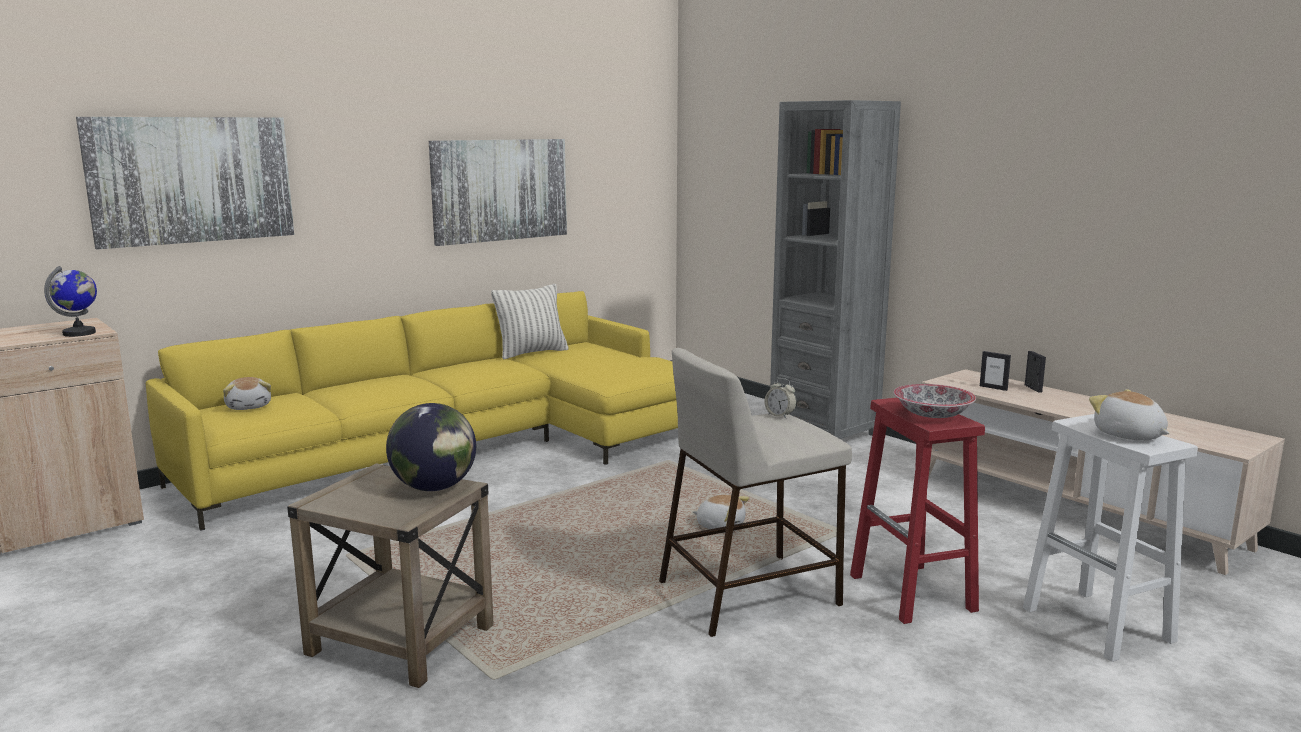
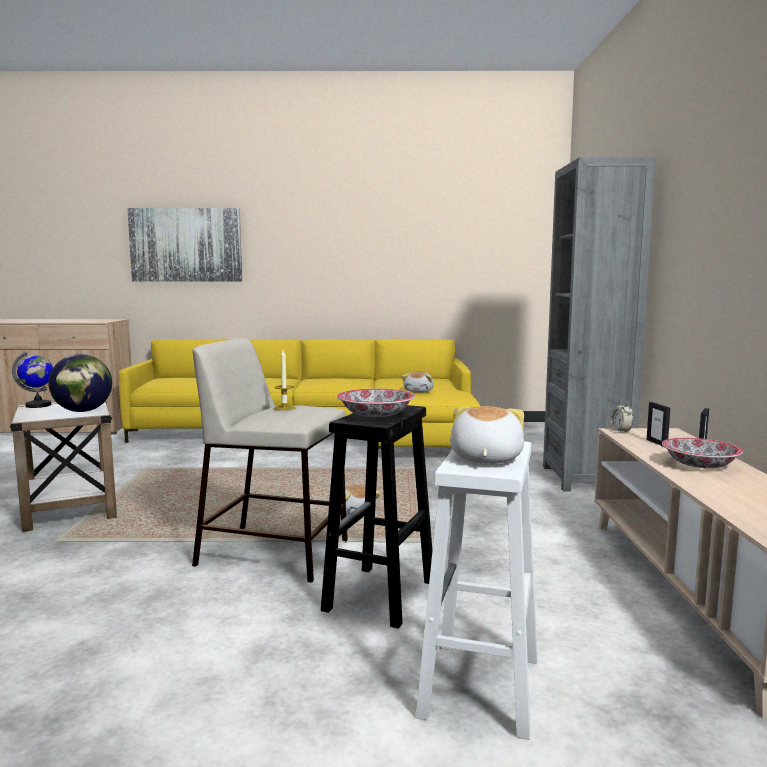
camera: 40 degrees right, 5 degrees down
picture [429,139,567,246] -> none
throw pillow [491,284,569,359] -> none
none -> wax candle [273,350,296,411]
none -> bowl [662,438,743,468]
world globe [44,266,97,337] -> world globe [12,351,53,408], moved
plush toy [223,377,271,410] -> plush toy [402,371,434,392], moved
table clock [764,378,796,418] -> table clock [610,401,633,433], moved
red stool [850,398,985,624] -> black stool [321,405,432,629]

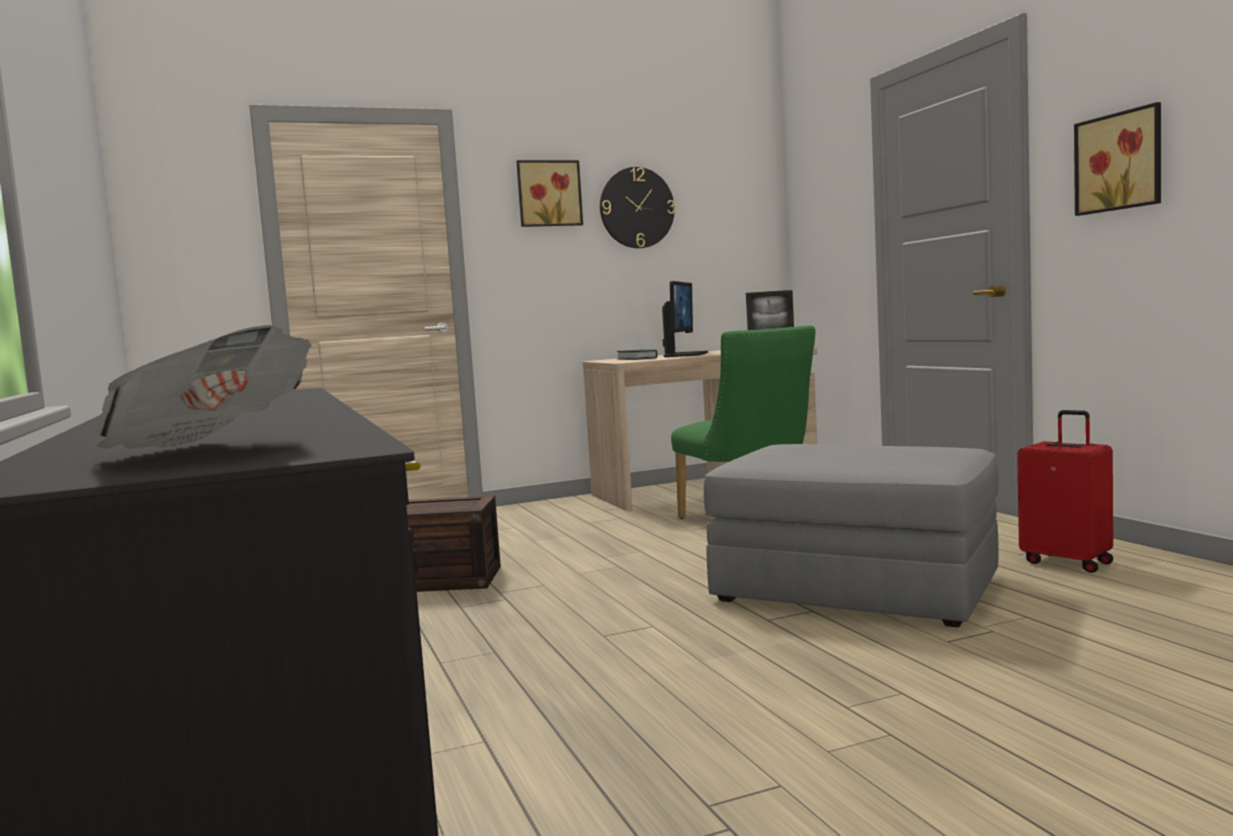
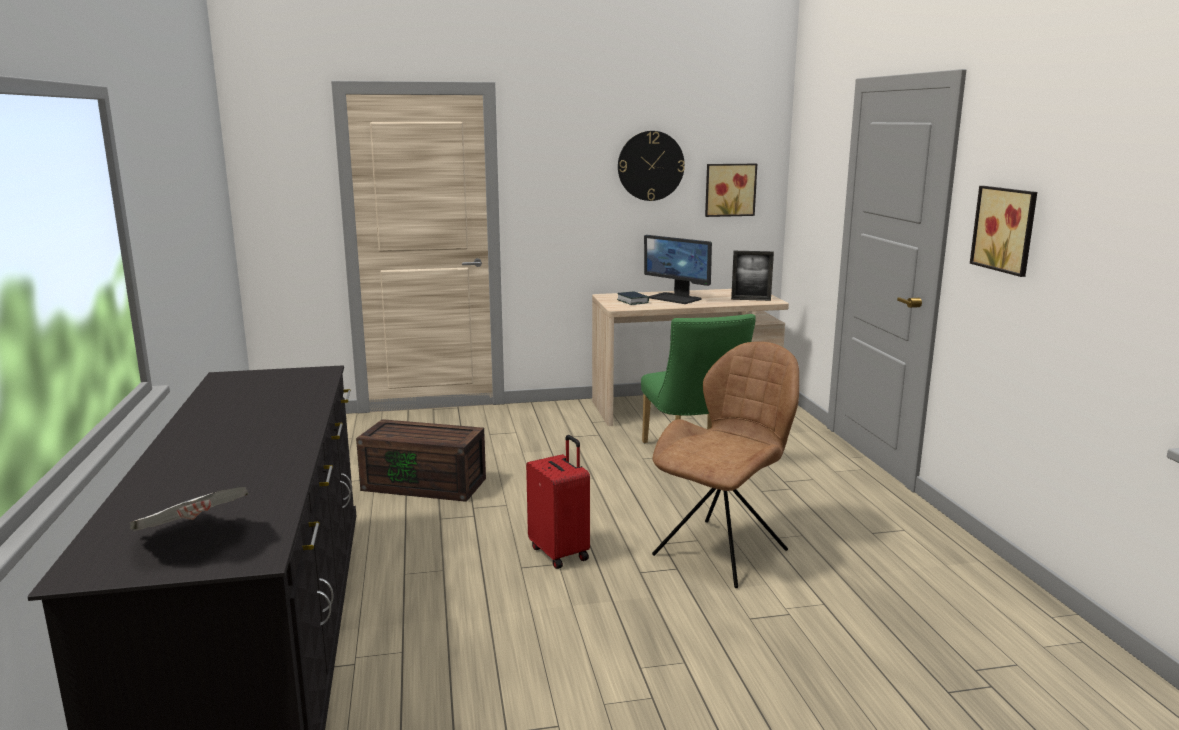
camera: 10 degrees right, 10 degrees up
picture [516,160,583,227] -> picture [705,164,757,217], moved
red piece of luggage [1017,410,1113,573] -> red piece of luggage [526,435,590,569], moved
greyish footrest [703,444,999,627] -> brown plain chair [652,342,799,588]
computer display [662,281,708,357] -> computer display [644,235,712,304], 105 degrees clockwise

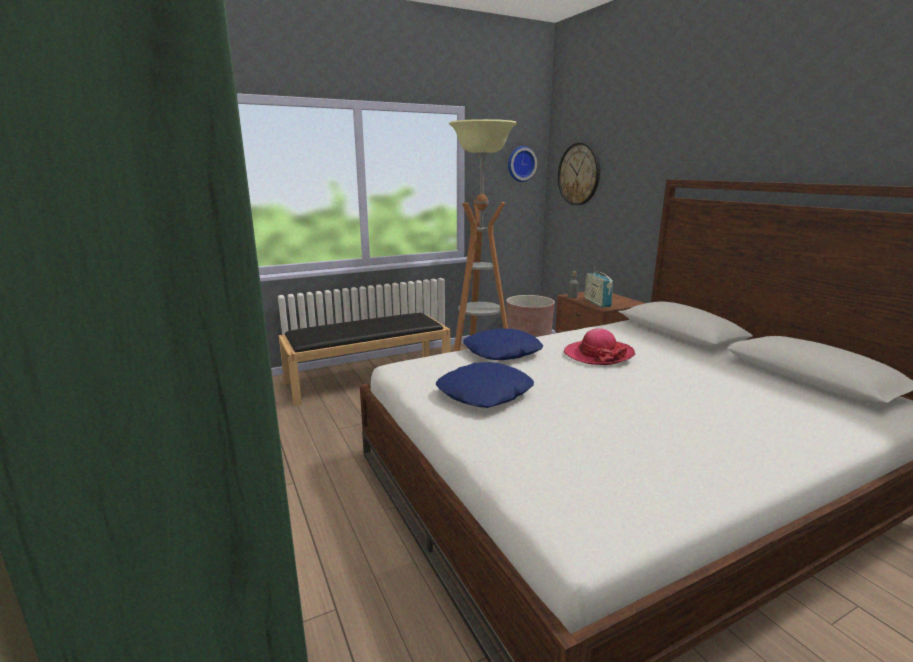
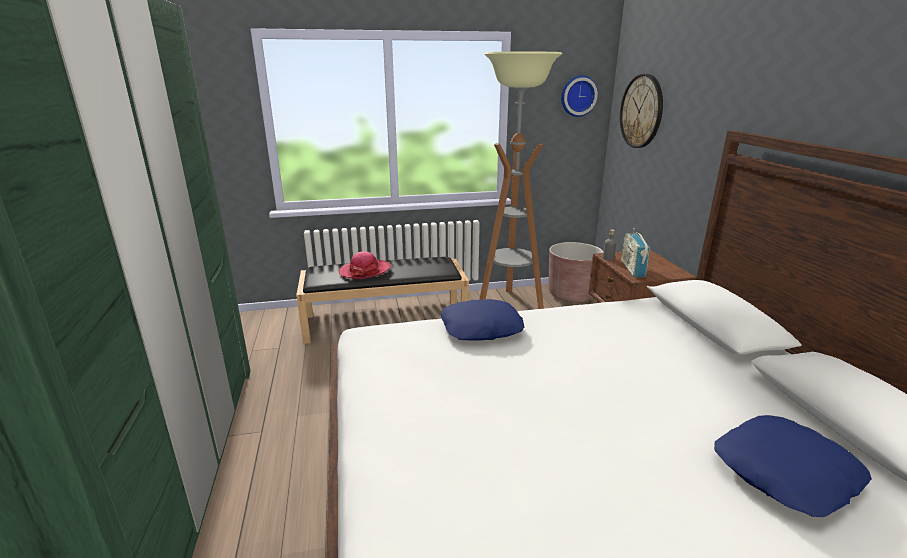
camera: 15 degrees right, 5 degrees up
blue-coloured throw pillow [436,362,534,408] -> blue-coloured throw pillow [714,415,872,517], moved
wearable hat [564,328,635,365] -> wearable hat [339,251,391,279], moved

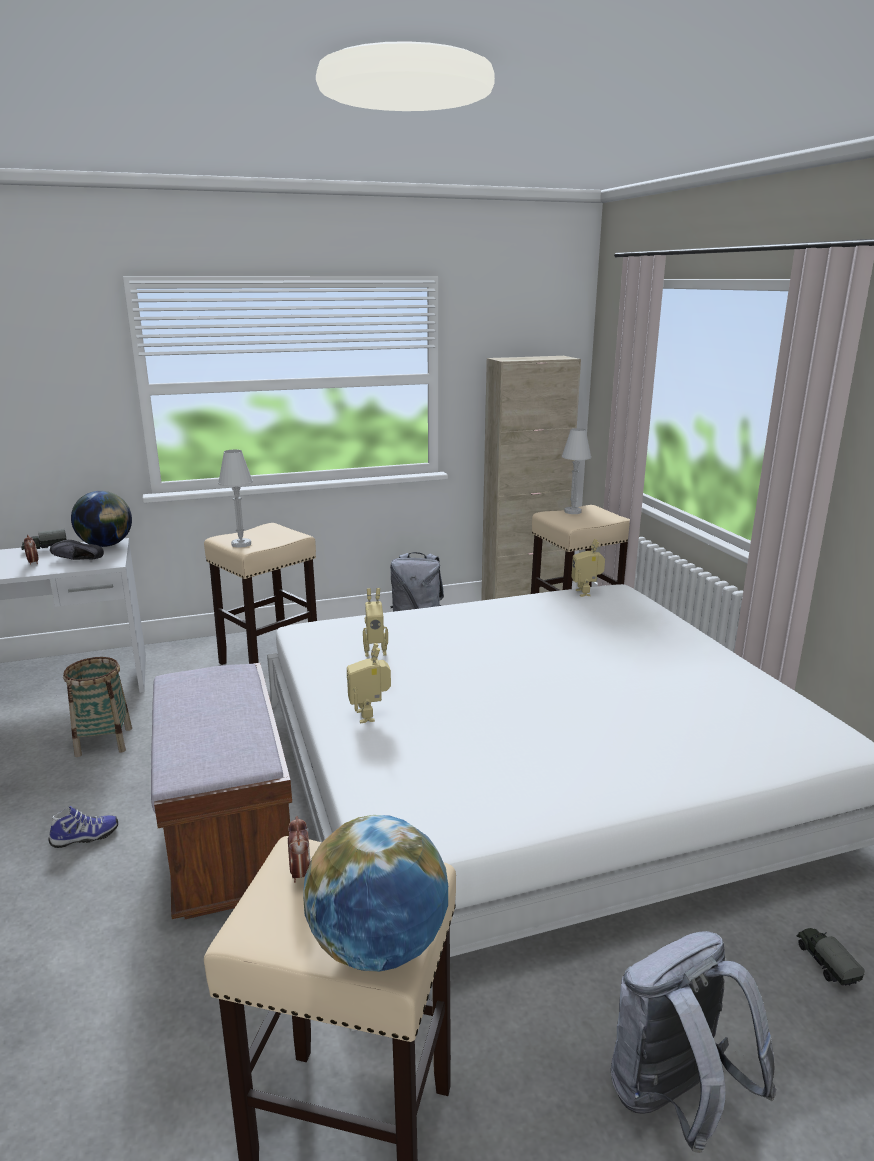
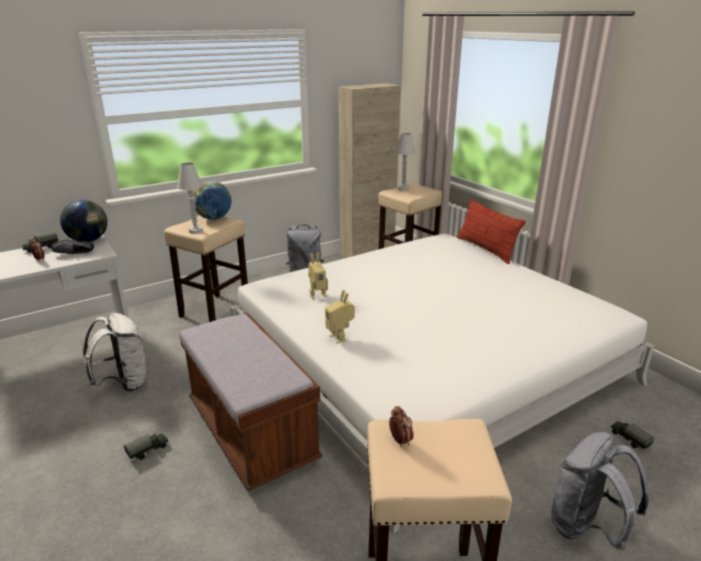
camera: 15 degrees left, 5 degrees up
model robot [571,539,605,597] -> none
none -> throw pillow [457,199,526,264]
world globe [303,815,448,972] -> world globe [193,181,232,220], moved
low shoe [48,806,118,848] -> toy lorry [124,433,168,460]
basket [63,657,132,757] -> white backpack [83,313,147,392]

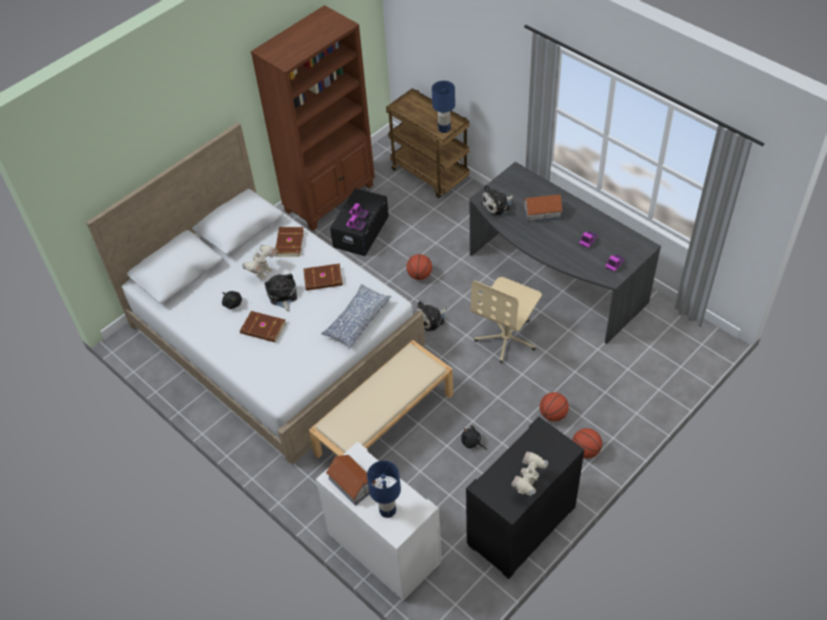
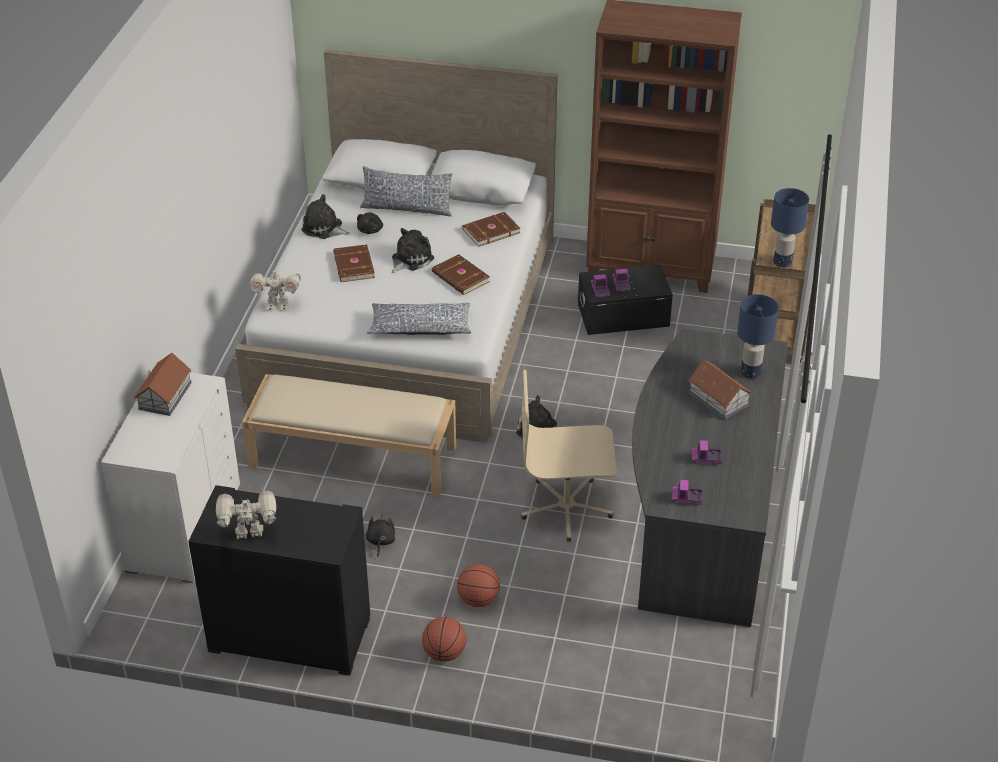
camera: 55 degrees right, 10 degrees down
ball for basketball [407,254,432,280] -> none
none -> throw pillow [360,166,453,216]
model robot [242,245,277,280] -> model robot [250,267,301,311], moved
blue-coloured tabletop lamp [367,461,401,518] -> blue-coloured tabletop lamp [737,294,779,378], moved
plush toy [481,185,513,216] -> plush toy [301,194,350,239], moved

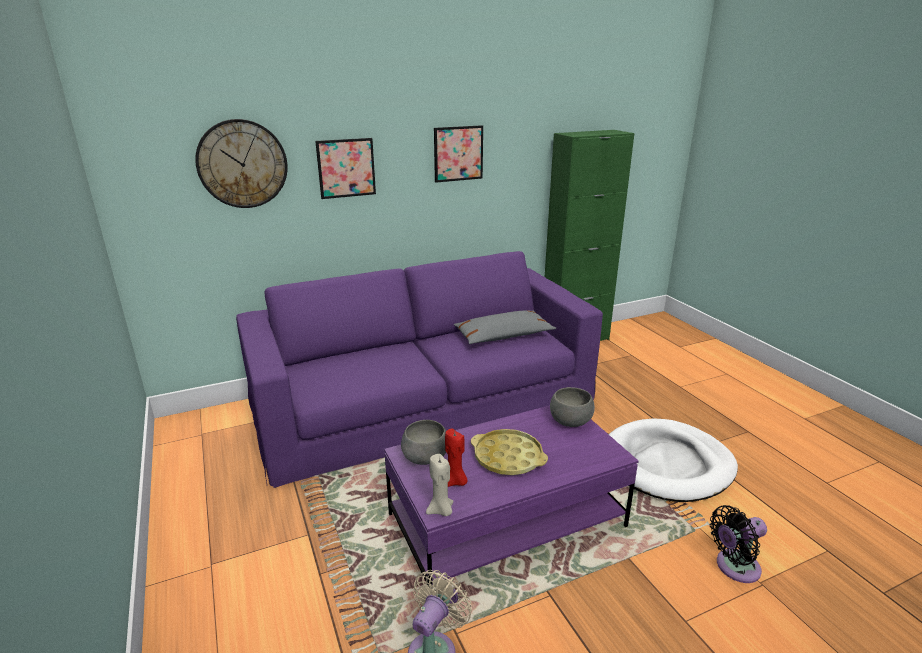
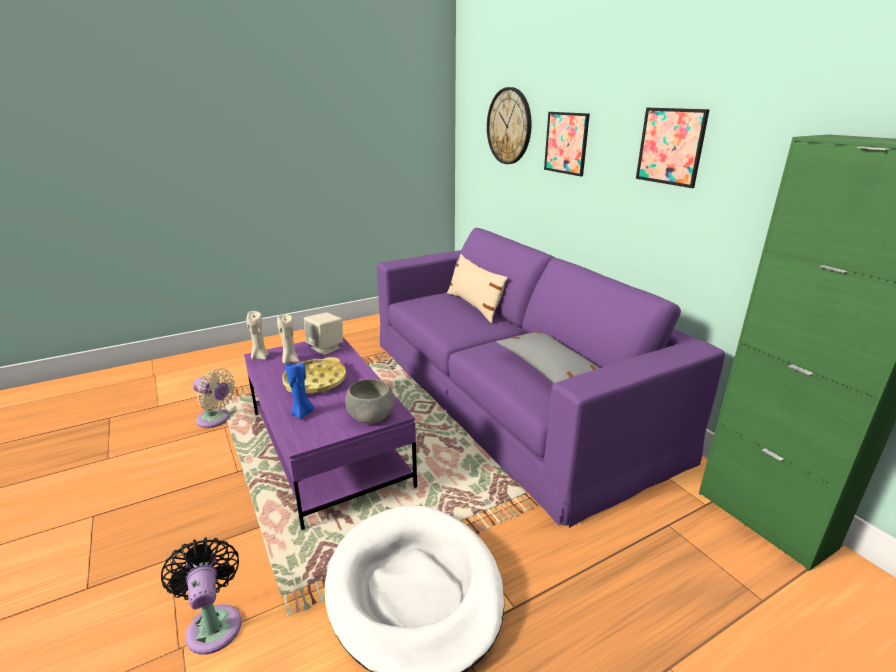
camera: 85 degrees right, 0 degrees up
none -> blue-coloured wax candle [286,361,314,420]
none -> beige-coloured throw pillow [447,254,508,323]
greyish bowl [401,420,446,465] -> beige-coloured speaker [304,312,343,355]
red wax candle [445,428,468,487] -> beige-coloured wax candle [277,314,299,364]

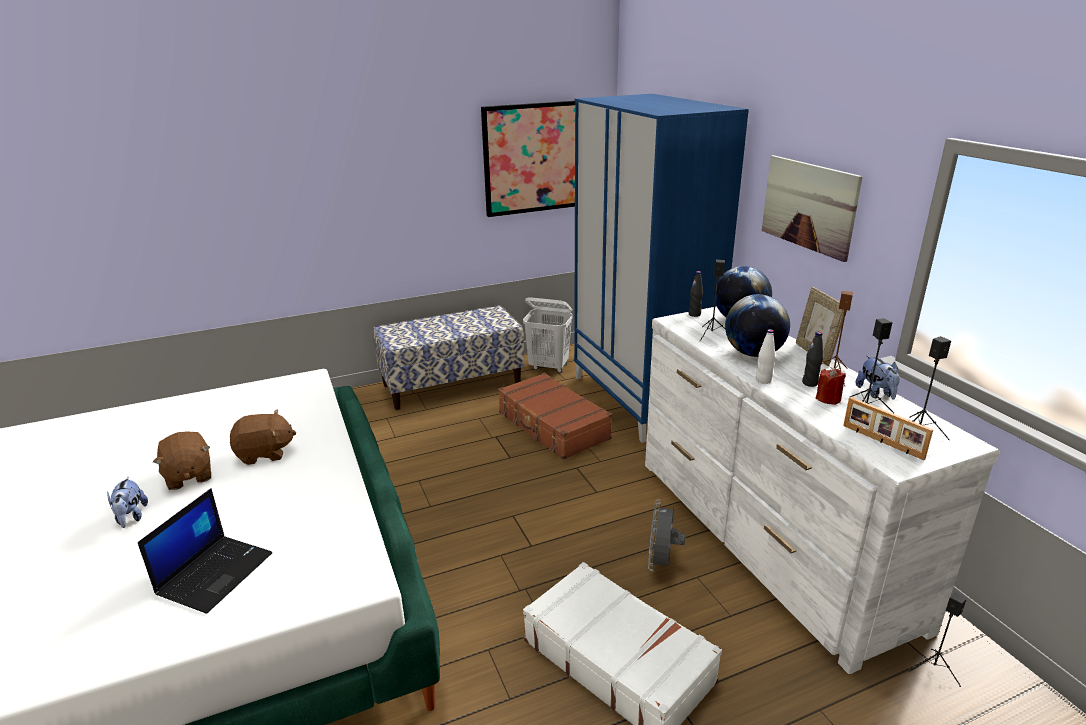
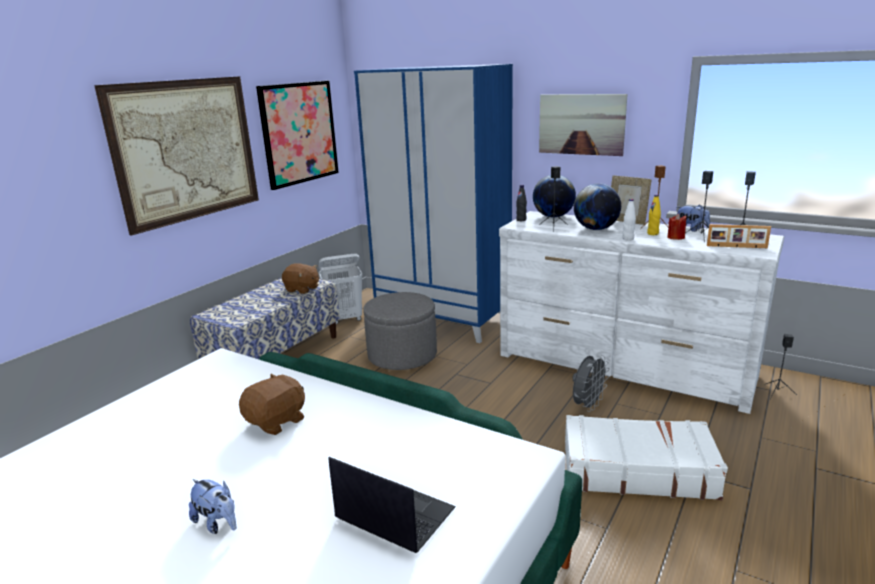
camera: 35 degrees left, 5 degrees down
none -> picture [94,76,259,236]
brown plush toy [153,431,211,490] -> brown plush toy [282,263,319,294], moved
brown piece of luggage [498,372,612,460] -> greyish footrest [363,292,437,370]
black beverage bottle [802,332,823,387] -> yellowish beverage bottle [647,195,661,235]
portable computer [138,488,272,614] -> portable computer [329,457,456,553], 45 degrees counterclockwise
greyish electric fan [648,500,686,572] -> greyish electric fan [572,355,610,412], 120 degrees counterclockwise

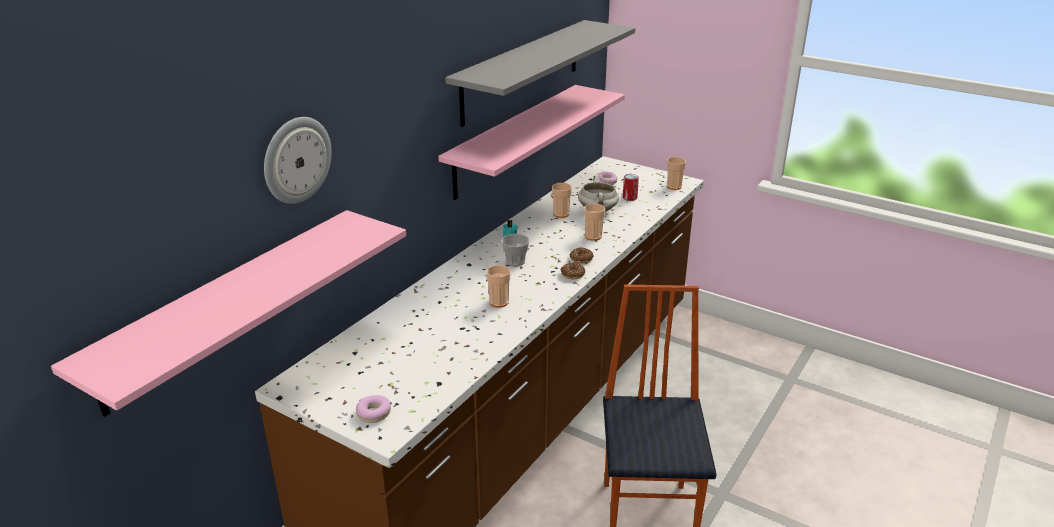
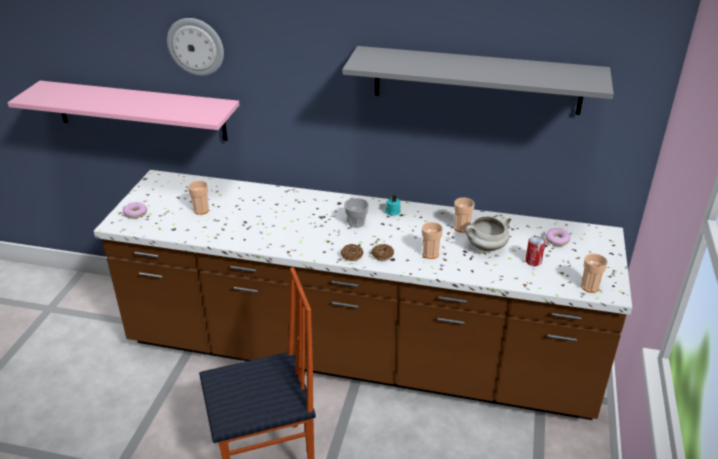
camera: 70 degrees right, 5 degrees up
pink-coloured shelf [438,85,625,200] -> none
drinking cup [486,265,511,308] -> drinking cup [188,181,209,215], moved

